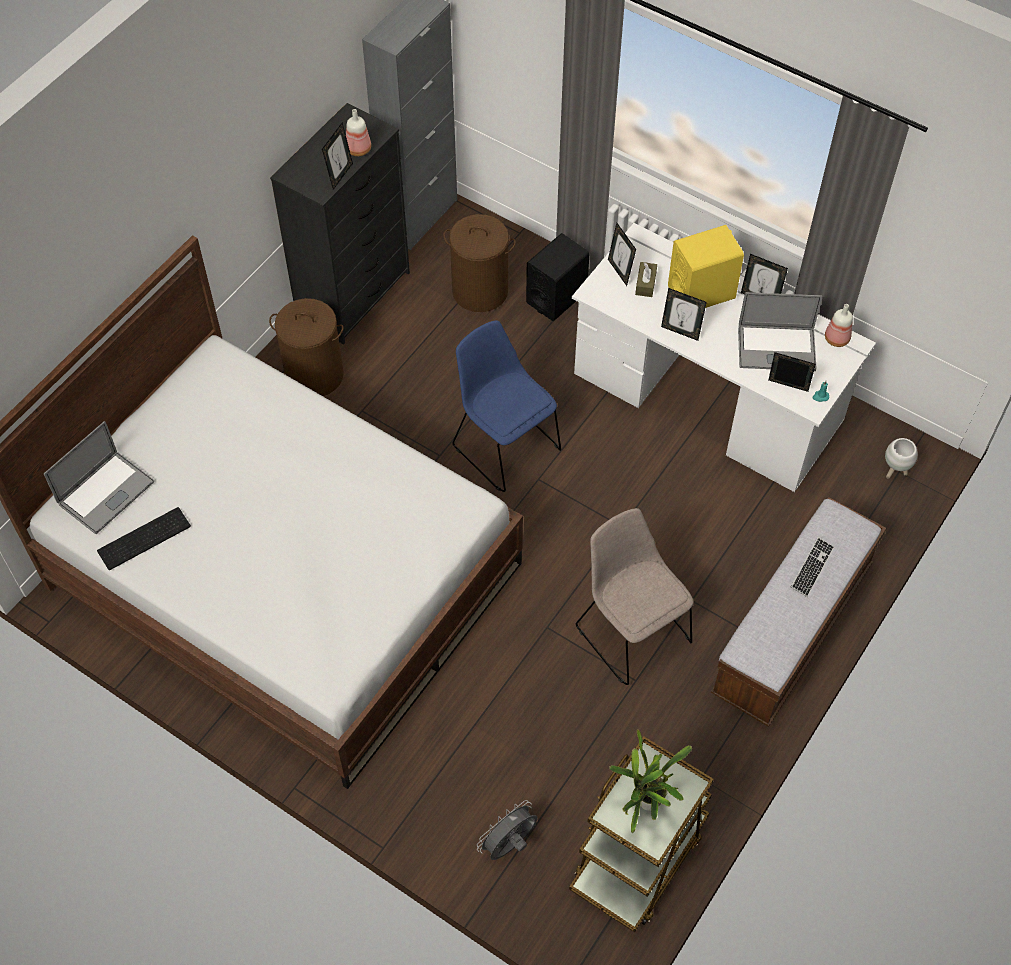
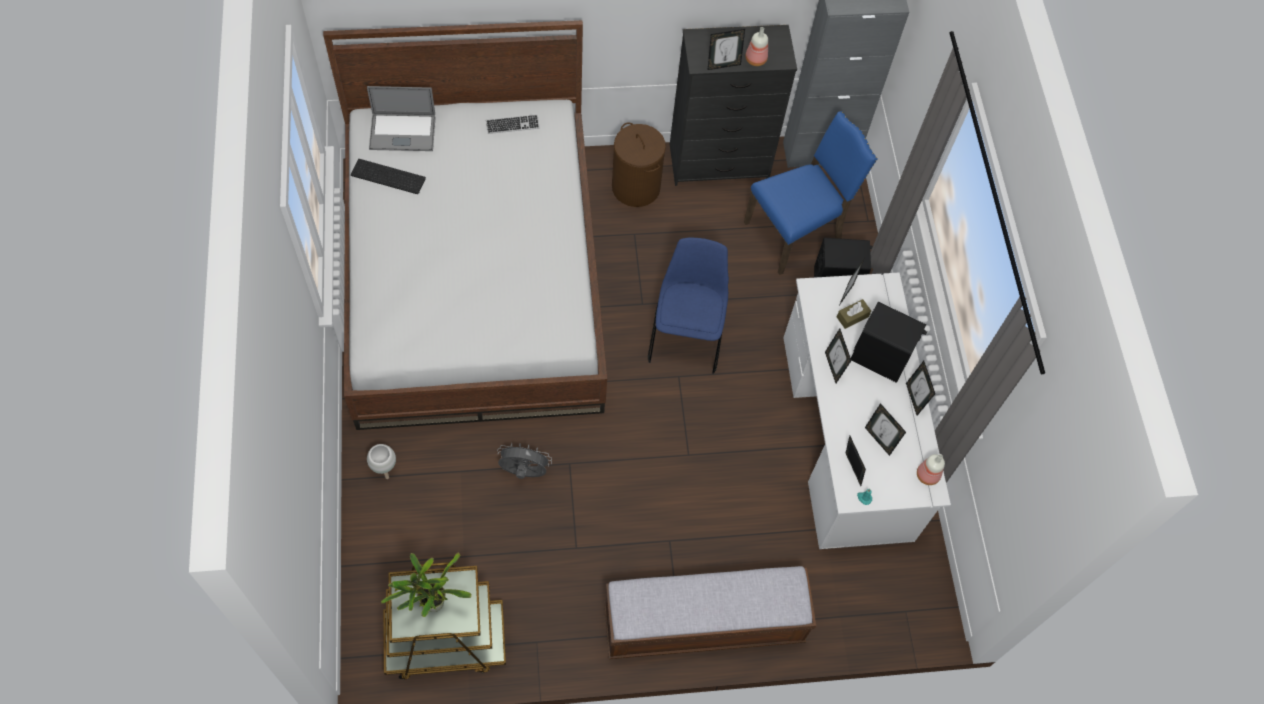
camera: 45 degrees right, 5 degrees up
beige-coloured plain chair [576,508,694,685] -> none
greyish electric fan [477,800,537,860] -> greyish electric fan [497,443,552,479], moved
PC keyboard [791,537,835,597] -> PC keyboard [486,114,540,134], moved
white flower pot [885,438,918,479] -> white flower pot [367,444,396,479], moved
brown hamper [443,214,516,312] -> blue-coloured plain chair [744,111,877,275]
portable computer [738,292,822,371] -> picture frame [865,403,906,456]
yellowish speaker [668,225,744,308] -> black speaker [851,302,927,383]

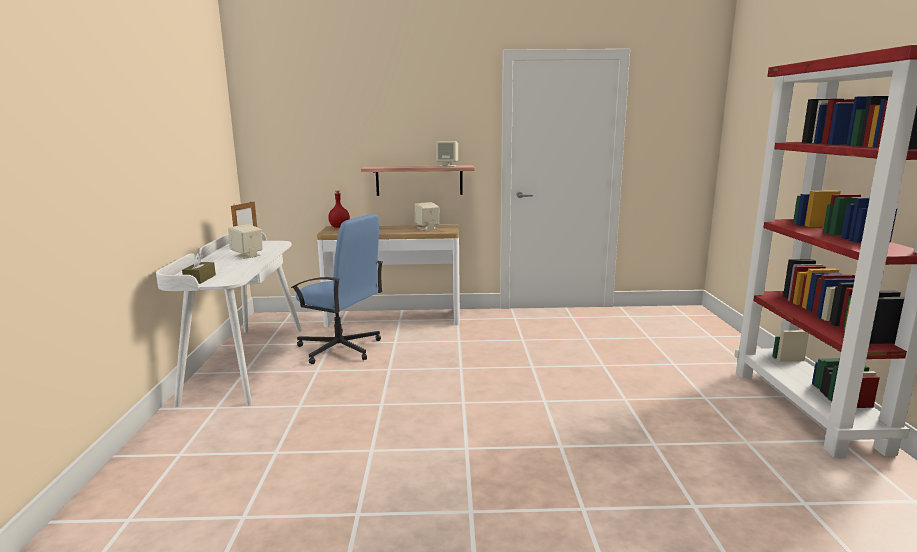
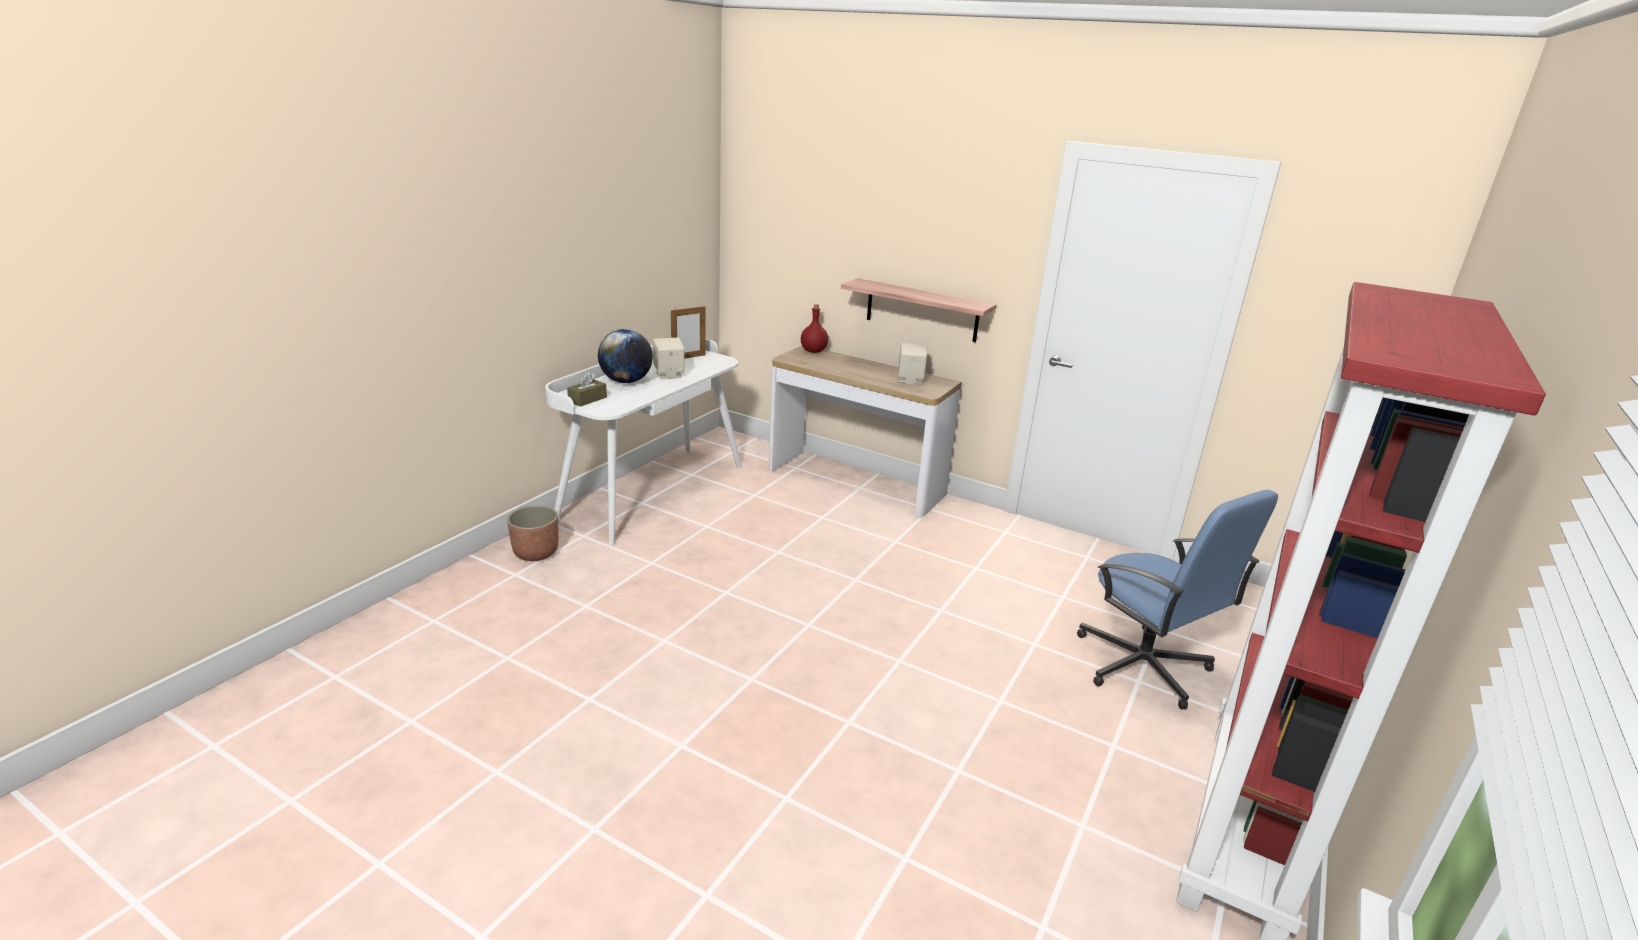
camera: 30 degrees right, 10 degrees up
beige-coloured speaker [436,141,458,167] -> none
none -> flower pot [507,505,559,561]
none -> world globe [598,329,653,383]
blue-coloured desk chair [291,214,383,364] -> blue-coloured desk chair [1077,490,1278,710], moved

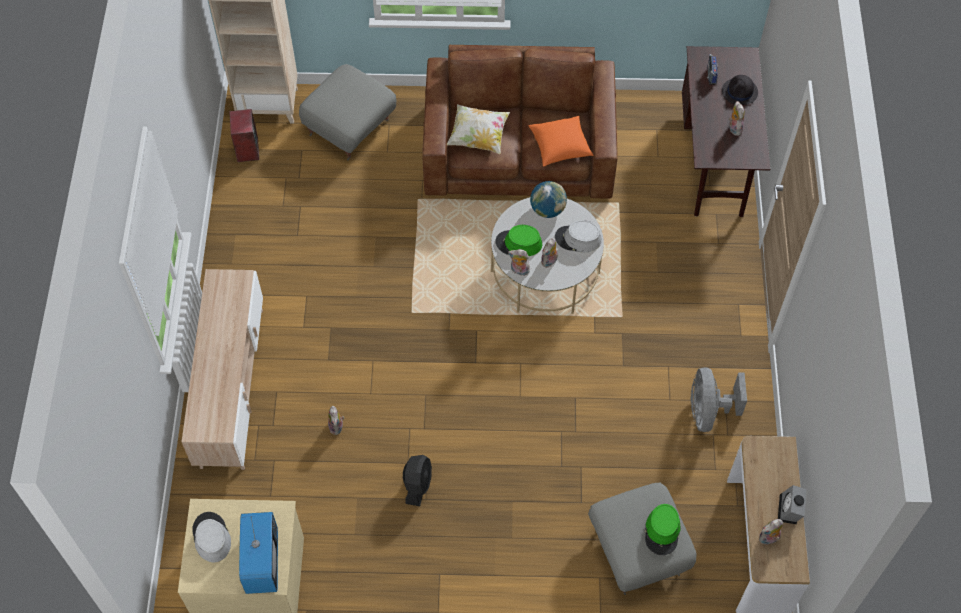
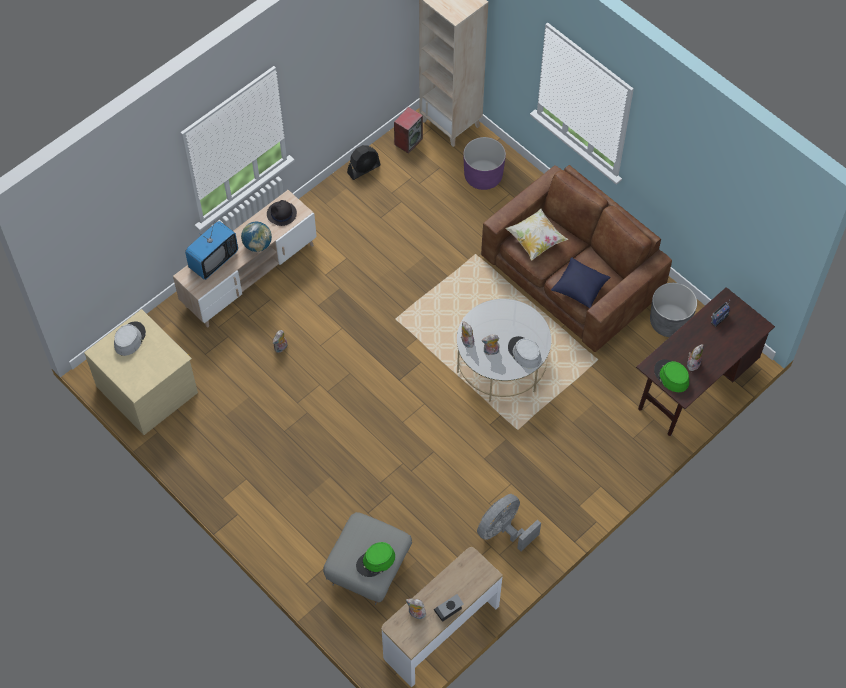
camera: 45 degrees right, 0 degrees up
none -> greyish flower pot [650,283,697,337]
TV [239,512,278,594] -> TV [185,220,238,280], moved
black electric fan [403,455,432,506] -> black electric fan [347,145,381,180], moved
green wearable hat [495,225,542,256] -> green wearable hat [654,359,689,392], moved
world globe [530,181,567,218] -> world globe [241,222,272,252], moved
black wearable hat [722,75,758,105] -> black wearable hat [267,200,297,226], moved
greyish footrest [299,64,396,160] -> purplish flower pot [463,137,506,190]
orange-coloured throw pillow [528,116,594,167] -> blue-coloured throw pillow [551,257,611,308]

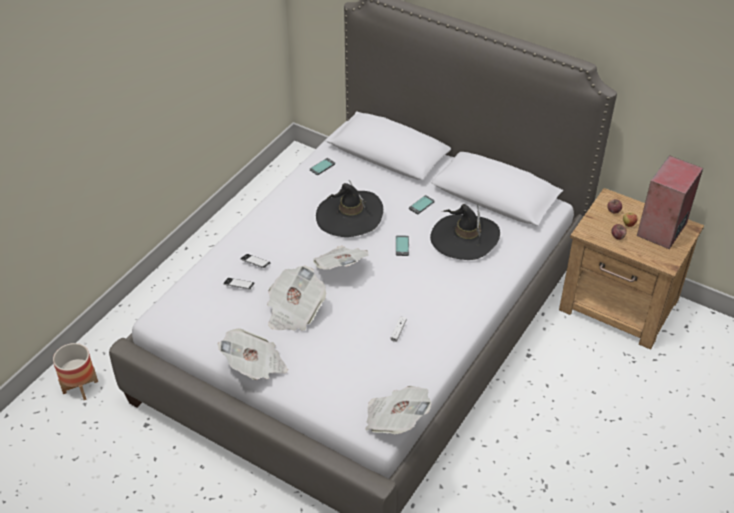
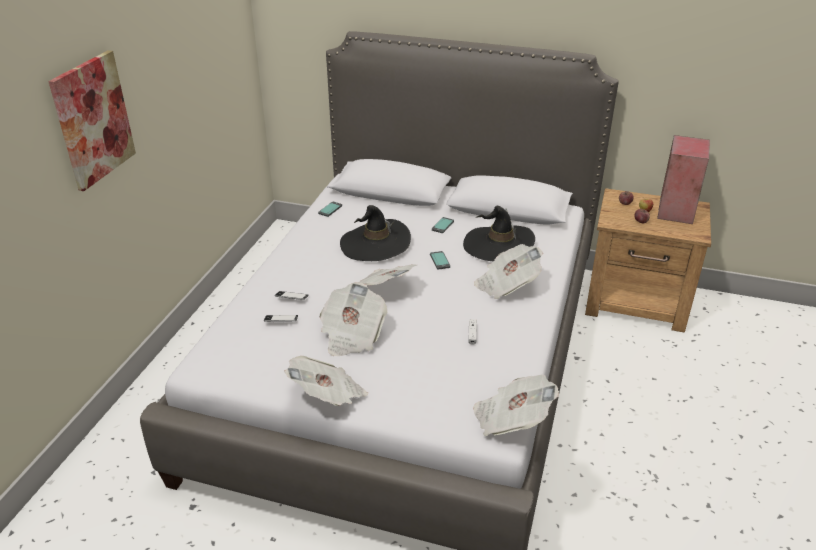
camera: 15 degrees left, 10 degrees down
flower pot [53,343,98,400] -> none
none -> picture [48,50,136,191]
none -> daily paper [474,244,543,299]

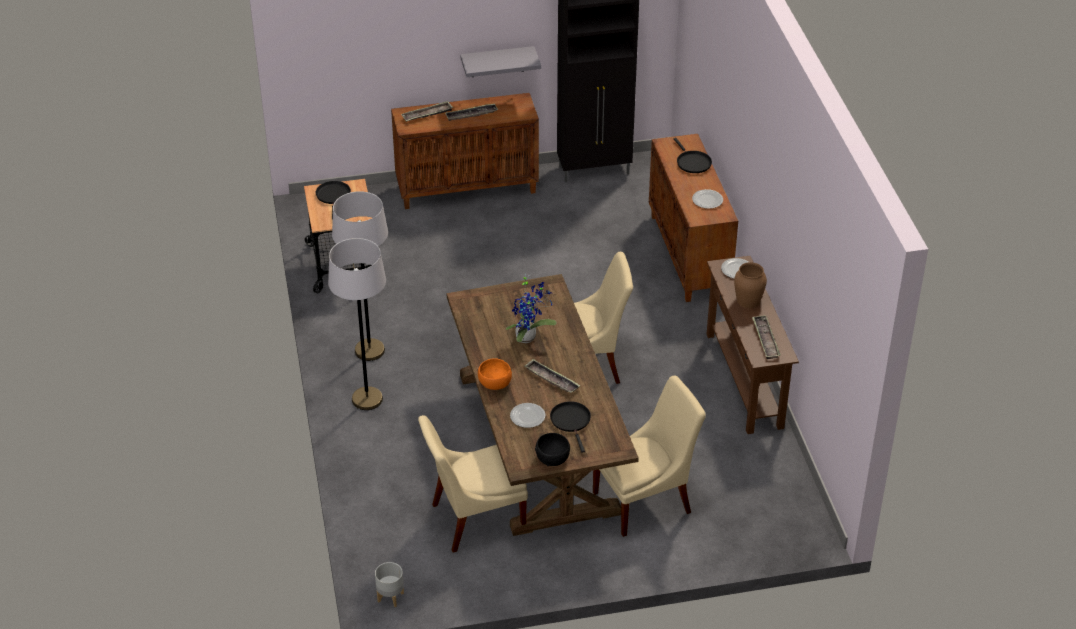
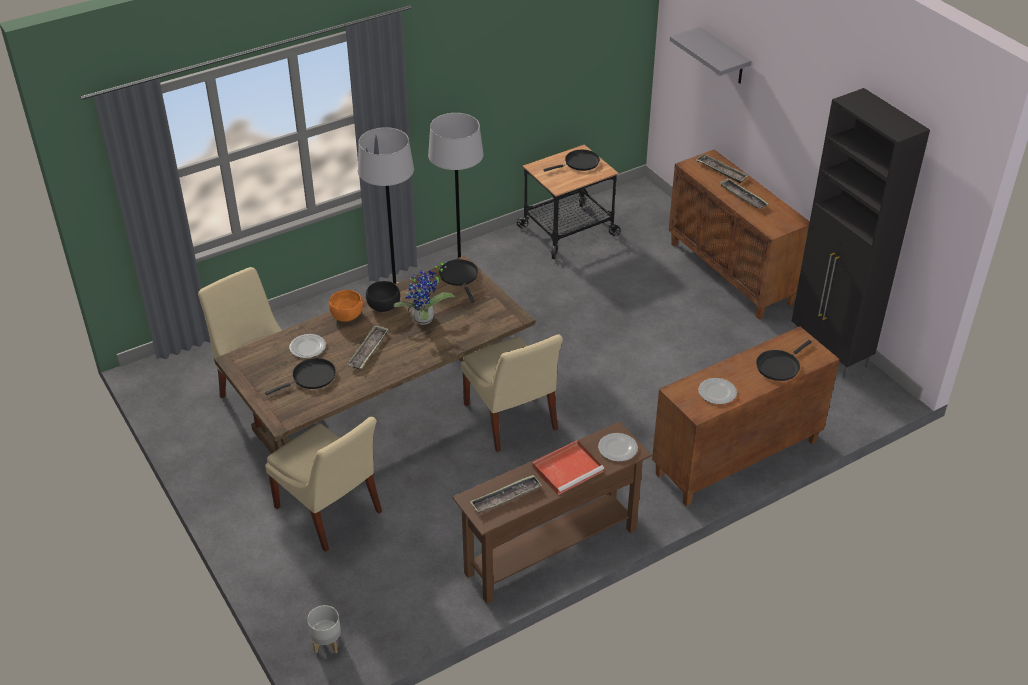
camera: 70 degrees right, 0 degrees up
none -> black skillet [439,259,478,303]
greyish flower pot [375,562,404,607] -> greyish flower pot [307,605,341,654], moved
greyish shelf [460,46,541,77] -> greyish shelf [670,27,752,84], moved
black bowl [535,433,570,466] -> black bowl [366,281,400,312], moved
brown flower vase [734,262,767,308] -> red serving tray [532,440,604,495]

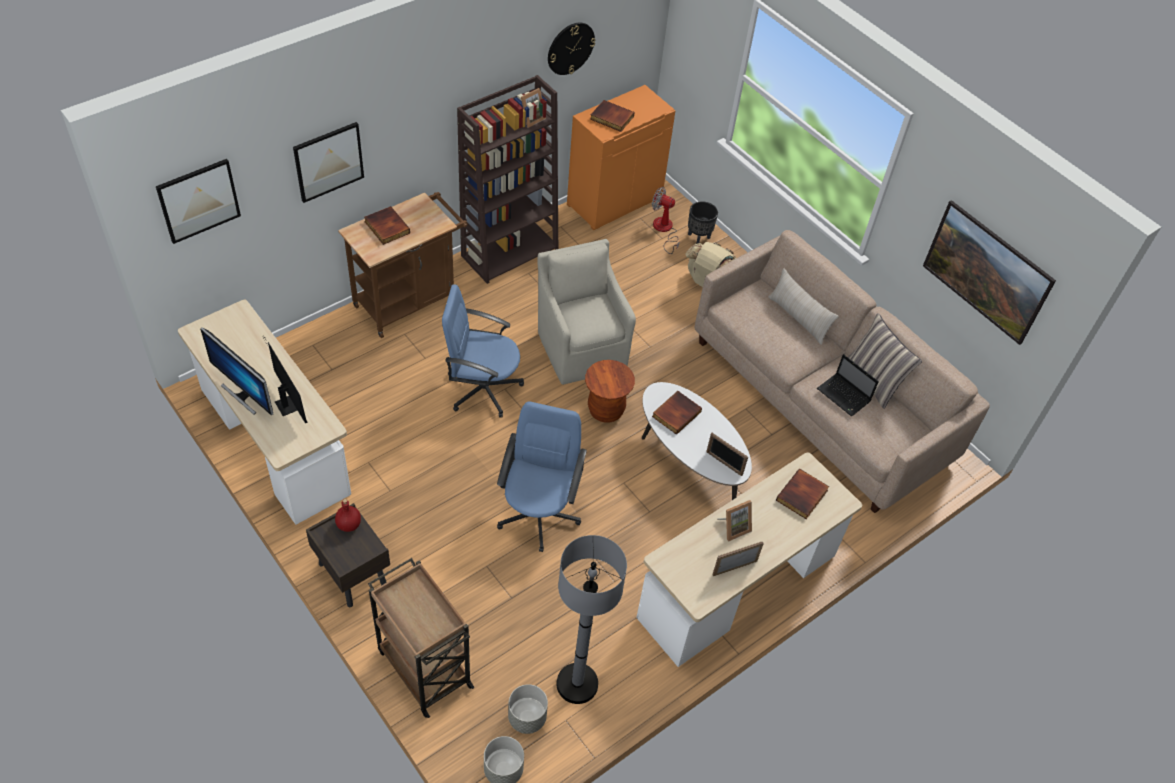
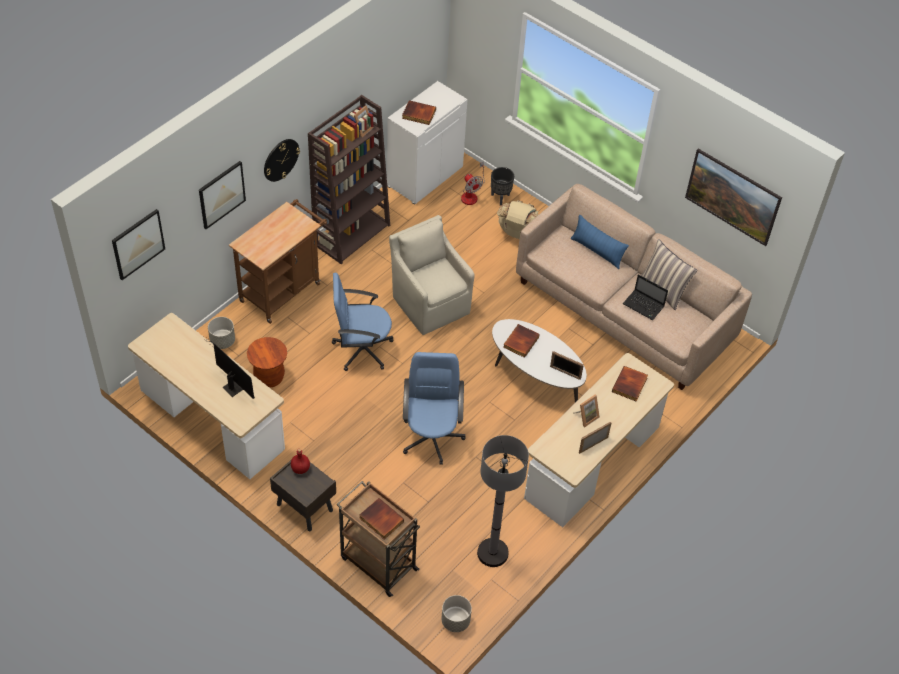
camera: 10 degrees left, 0 degrees up
computer display [200,327,273,415] -> none
book [364,206,410,245] -> book [359,498,404,539], moved
greyish flower pot [508,684,548,734] -> greyish flower pot [208,317,235,349], moved
wall clock [548,22,595,75] -> wall clock [264,139,300,182], moved
brown stool [585,360,635,423] -> brown stool [247,337,287,388], moved
orange-coloured cabinet [567,85,675,230] -> white cabinet [387,81,467,205]
beige-coloured throw pillow [768,268,839,345] -> blue-coloured throw pillow [571,215,629,269]
electric fan [652,187,680,254] -> electric fan [461,162,485,205], 135 degrees counterclockwise

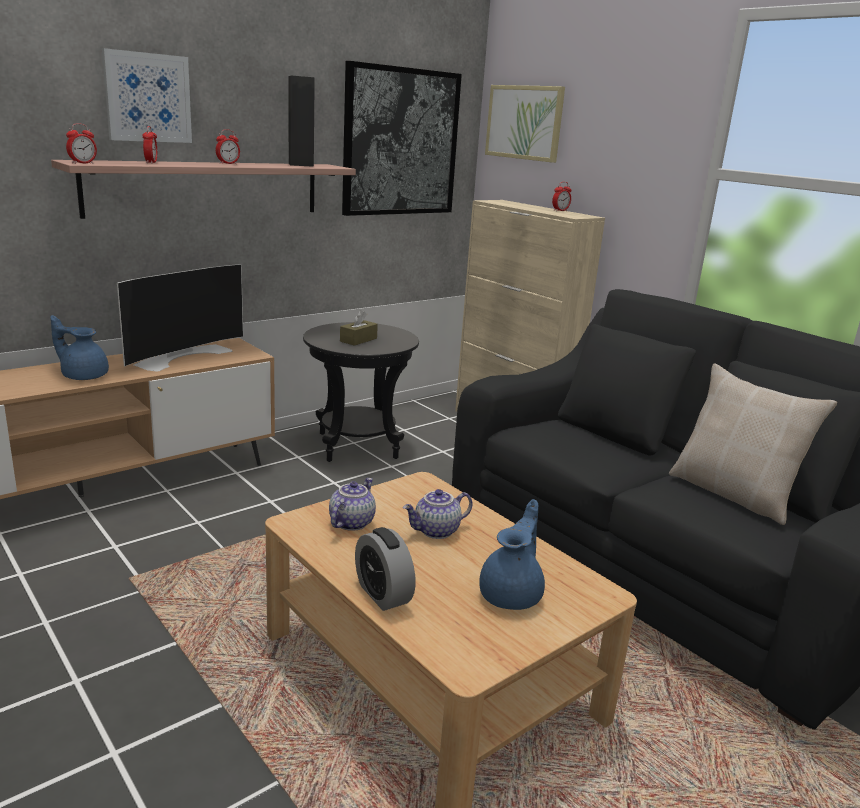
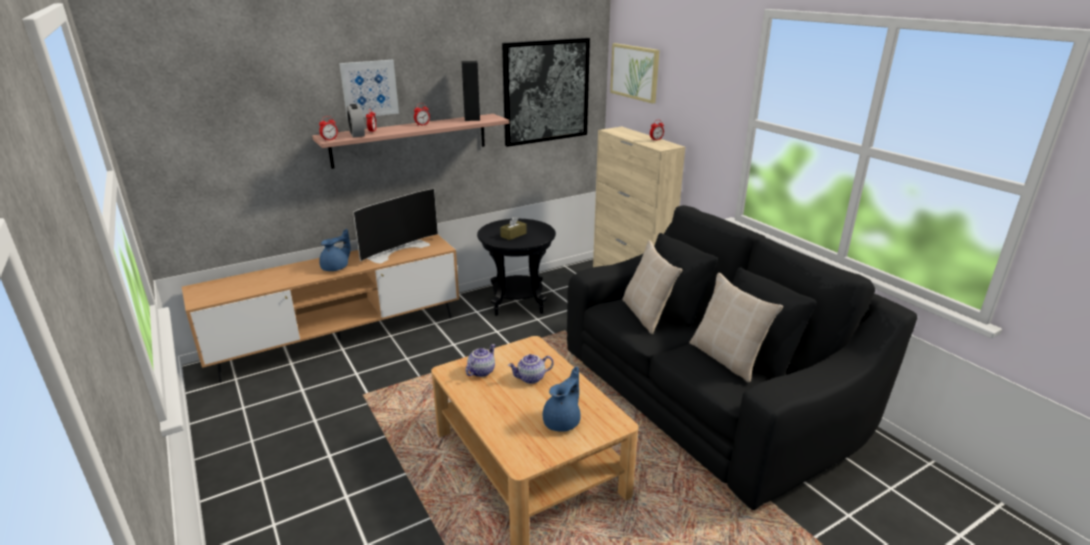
camera: 10 degrees right, 5 degrees up
none -> beige-coloured throw pillow [622,240,682,334]
table clock [355,527,416,611] -> table clock [347,104,365,137], moved
blue-coloured tea pot [50,315,109,380] -> blue-coloured tea pot [319,229,350,271], 105 degrees clockwise

